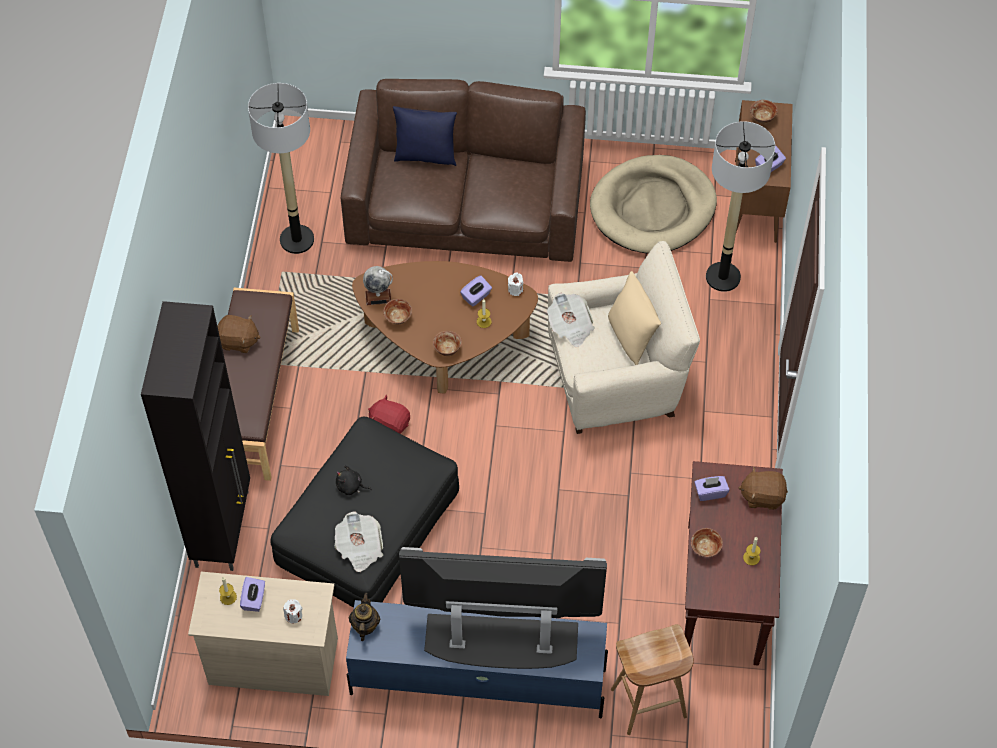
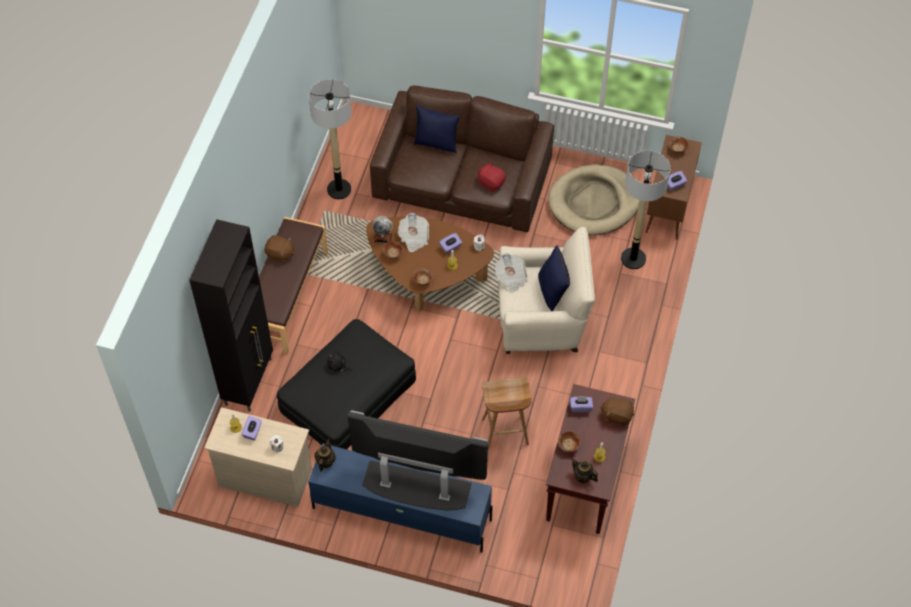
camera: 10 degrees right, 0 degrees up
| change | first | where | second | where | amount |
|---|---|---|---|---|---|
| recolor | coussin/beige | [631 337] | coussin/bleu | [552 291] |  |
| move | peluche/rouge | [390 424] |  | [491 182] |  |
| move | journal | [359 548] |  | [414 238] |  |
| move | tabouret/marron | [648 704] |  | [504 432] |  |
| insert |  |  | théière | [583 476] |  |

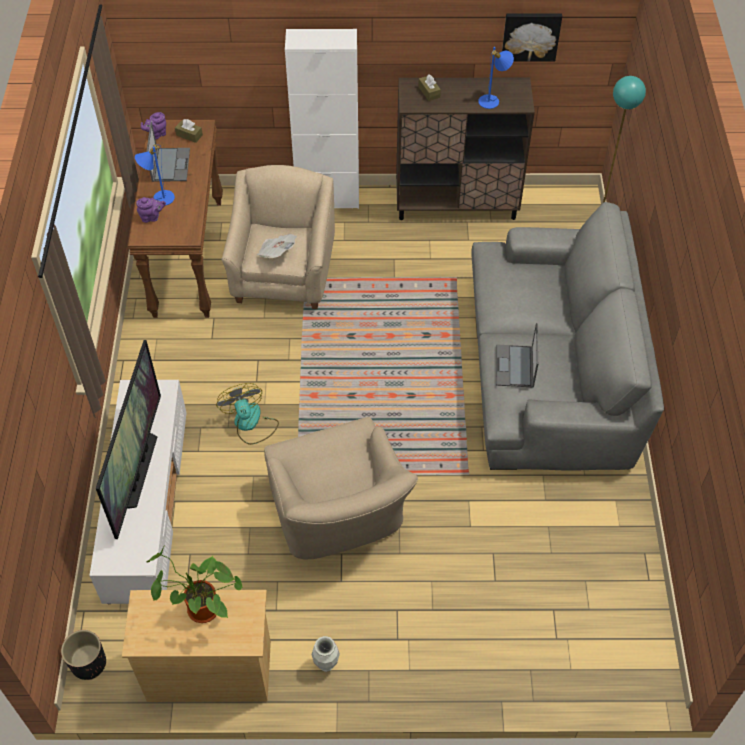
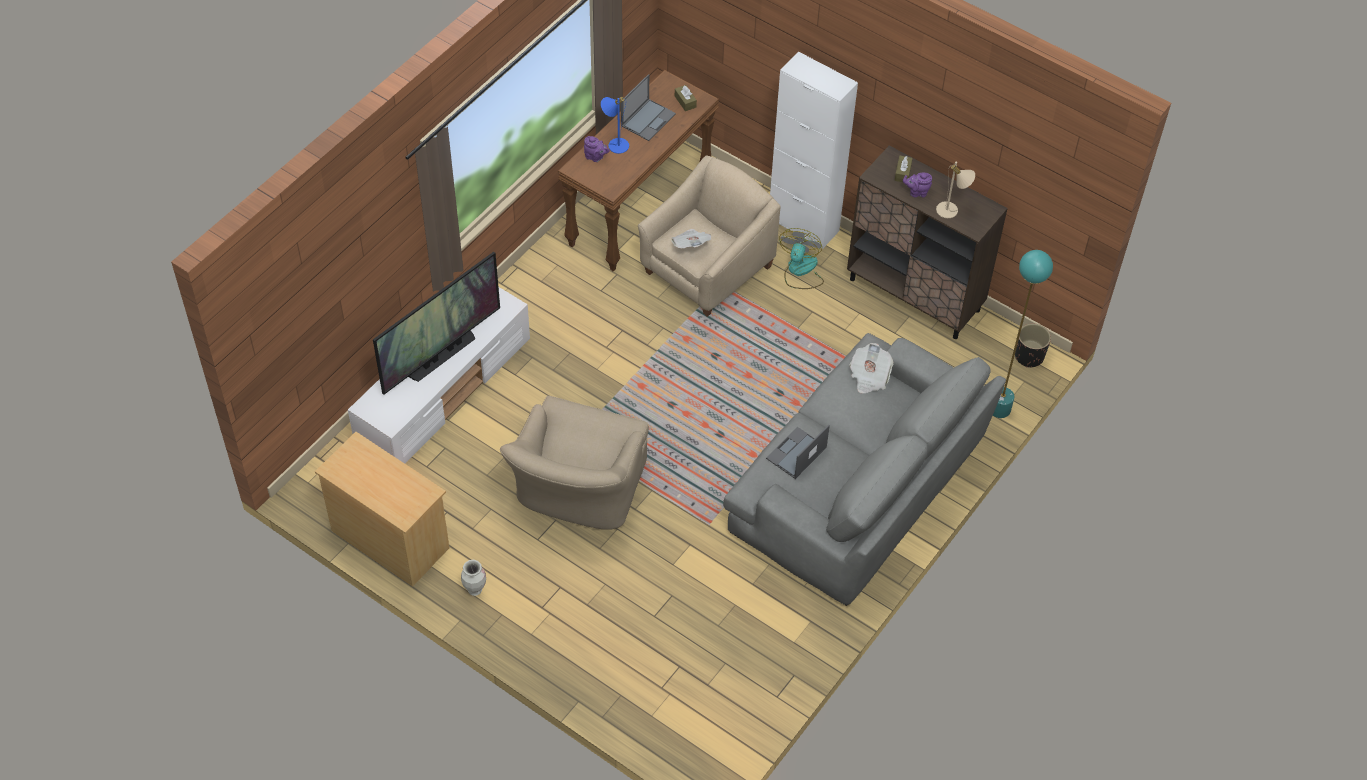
camera: 35 degrees right, 0 degrees up
| change | first | where | second | where | amount |
|---|---|---|---|---|---|
| delete | tableau | [530 35] |  |  |  |
| recolor | lampe de table/bleu | [492 101] | lampe de table/beige | [951 211] |  |
| move | théière/violet | [156 134] |  | [917 192] |  |
| move | ventilateur | [250 424] |  | [800 271] |  |
| delete | plante en pot | [199 611] |  |  |  |
| move | cache-pot/noir | [88 663] |  | [1028 356] |  |
| insert |  |  | journal | [869 376] |  |

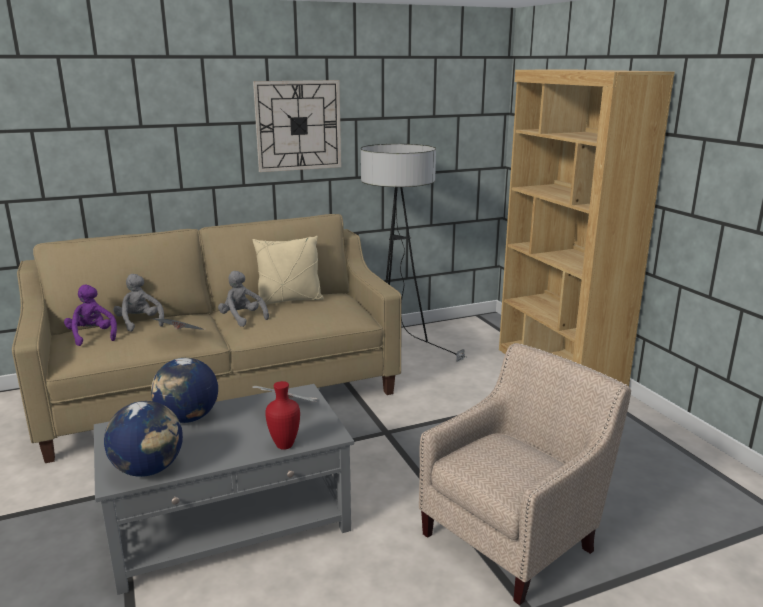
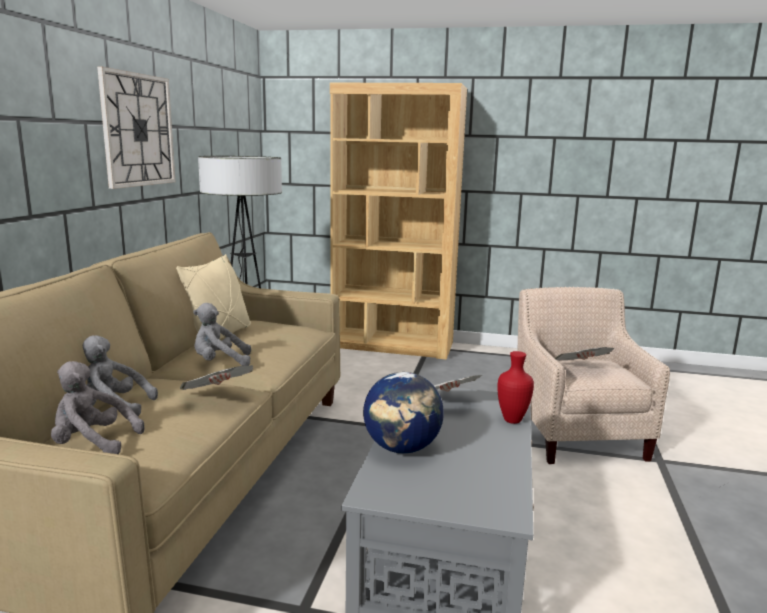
camera: 55 degrees left, 5 degrees down
| change | first | where | second | where | amount |
|---|---|---|---|---|---|
| recolor | peluche/violet | [92 336] | peluche/gris | [92 443] |  |
| delete | globe | [149 469] |  |  |  |
| insert |  |  | journal | [580 369] |  |

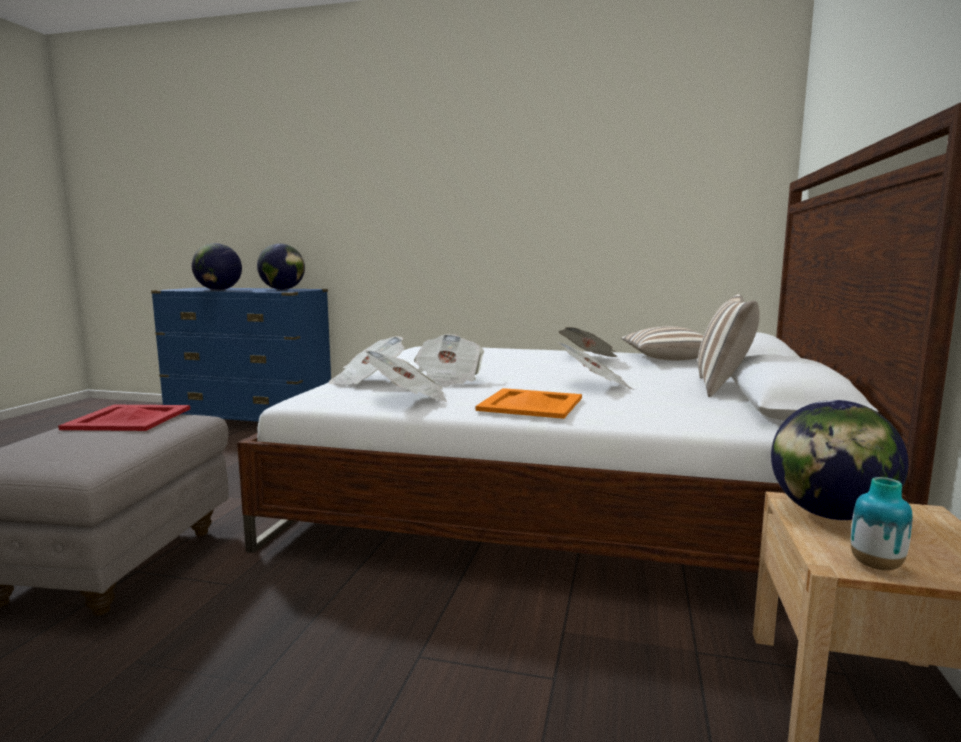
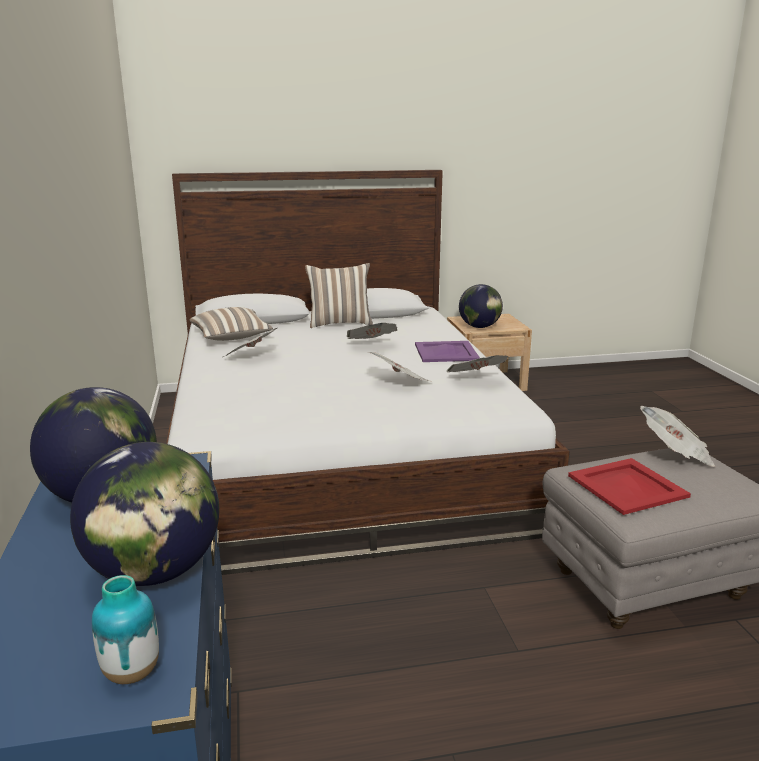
camera: 115 degrees left, 10 degrees up
| change | first | where | second | where | amount |
|---|---|---|---|---|---|
| move | journal | [367 381] |  | [675 454] |  |
| recolor | plateau/orange | [530 404] | plateau/violet | [445 352] |  |
| move | vase | [875 565] |  | [132 672] |  |

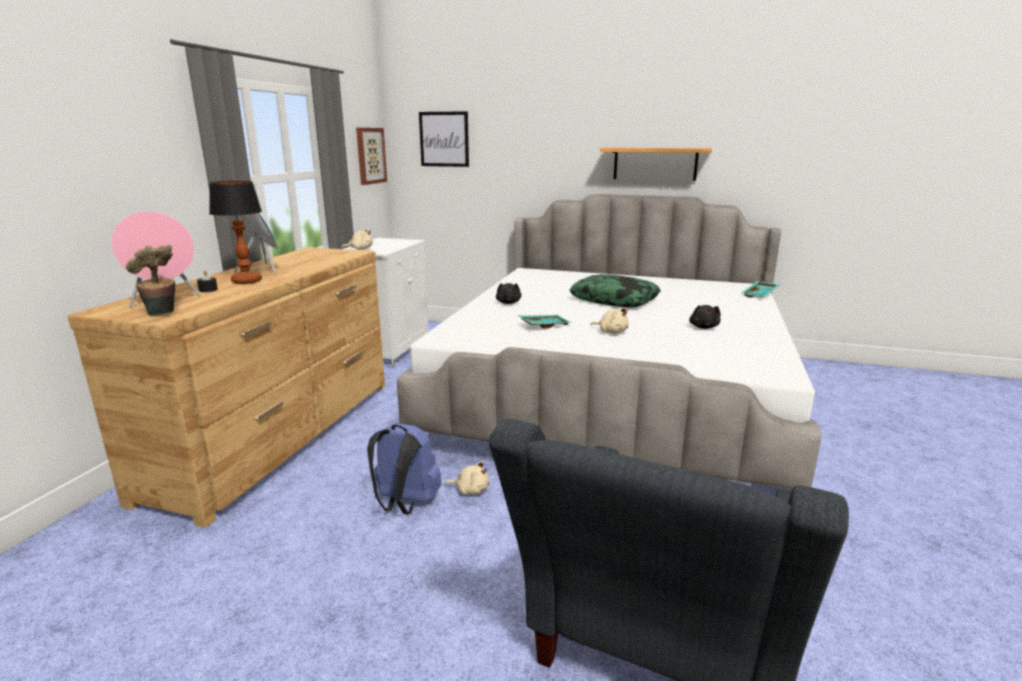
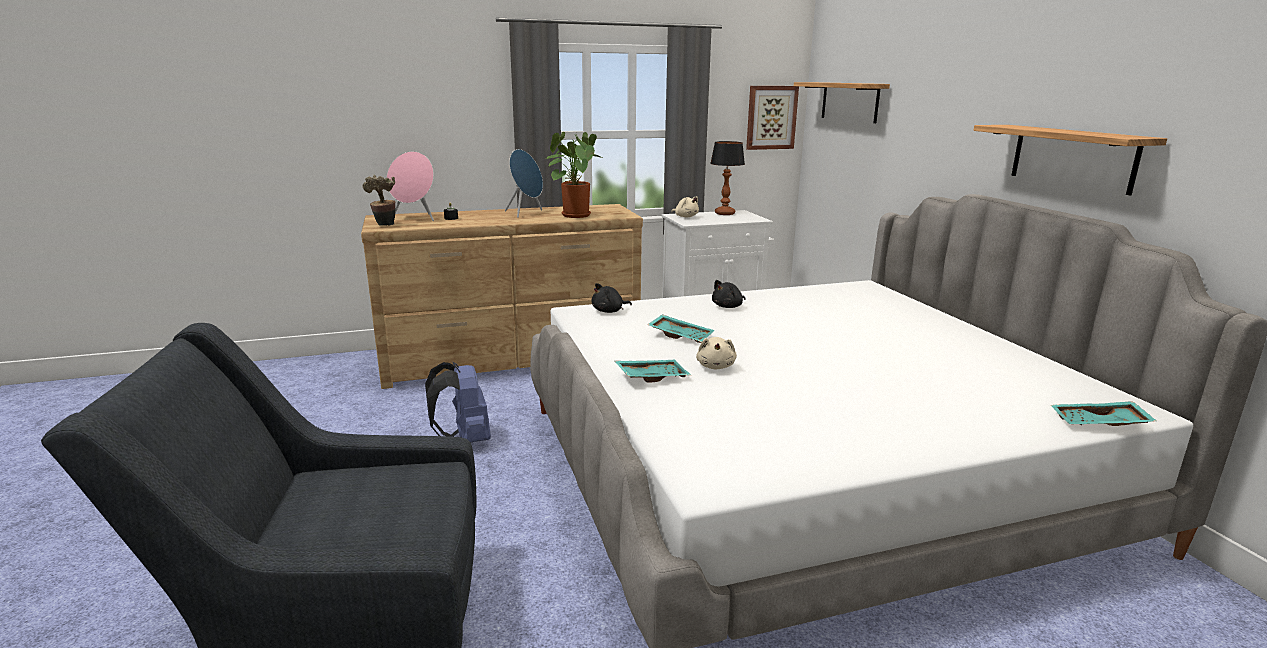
camera: 55 degrees right, 0 degrees up
| change | first | where | second | where | amount |
|---|---|---|---|---|---|
| replace | tableau | [444 139] | étagère | [849 101] |  |
| move | lampe de table | [246 281] |  | [725 213] |  |
| delete | coussin | [614 300] |  |  |  |
| move | peluche/noir | [704 327] |  | [609 311] |  |
| delete | peluche/beige | [470 490] |  |  |  |
| insert |  |  | plante en pot | [574 215] |  |
| insert |  |  | plateau/turquoise | [651 377] |  |

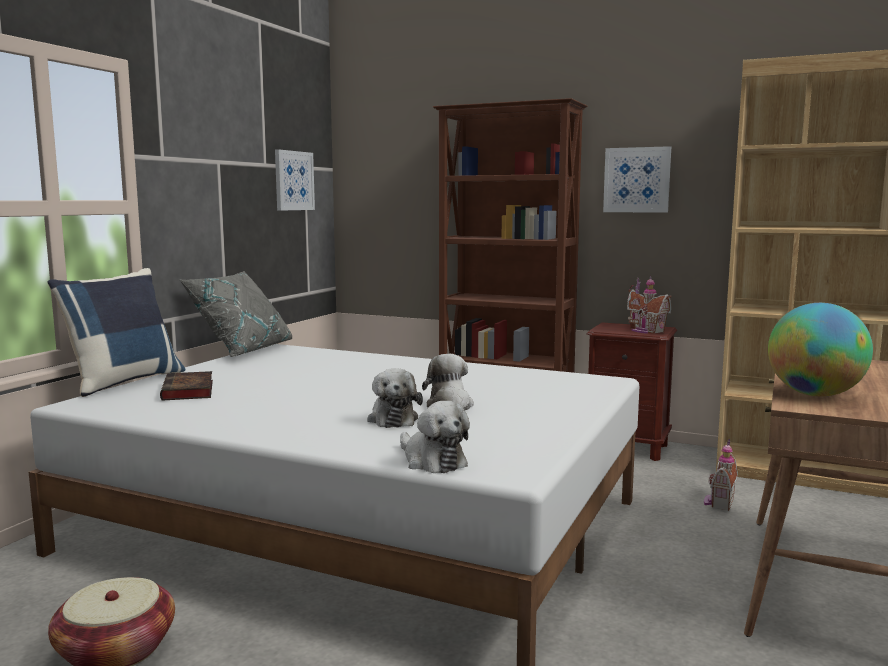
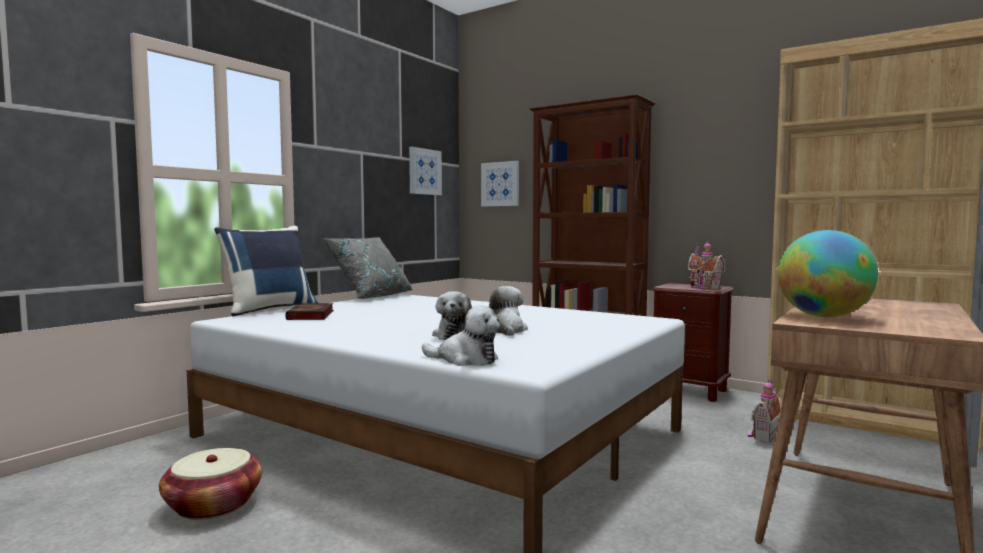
camera: 10 degrees right, 5 degrees down
| change | first | where | second | where | amount |
|---|---|---|---|---|---|
| move | tableau | [637 180] |  | [500 184] |  |
| rotate | peluche | [432 461] |  | [465 360] | 45 degrees counterclockwise |

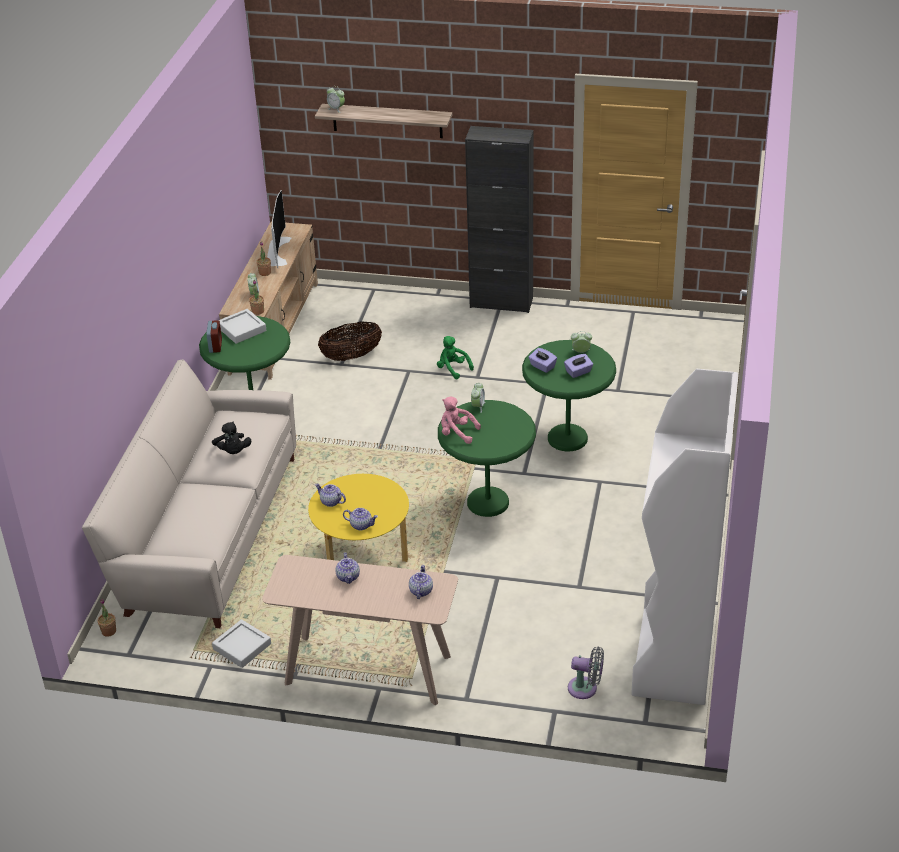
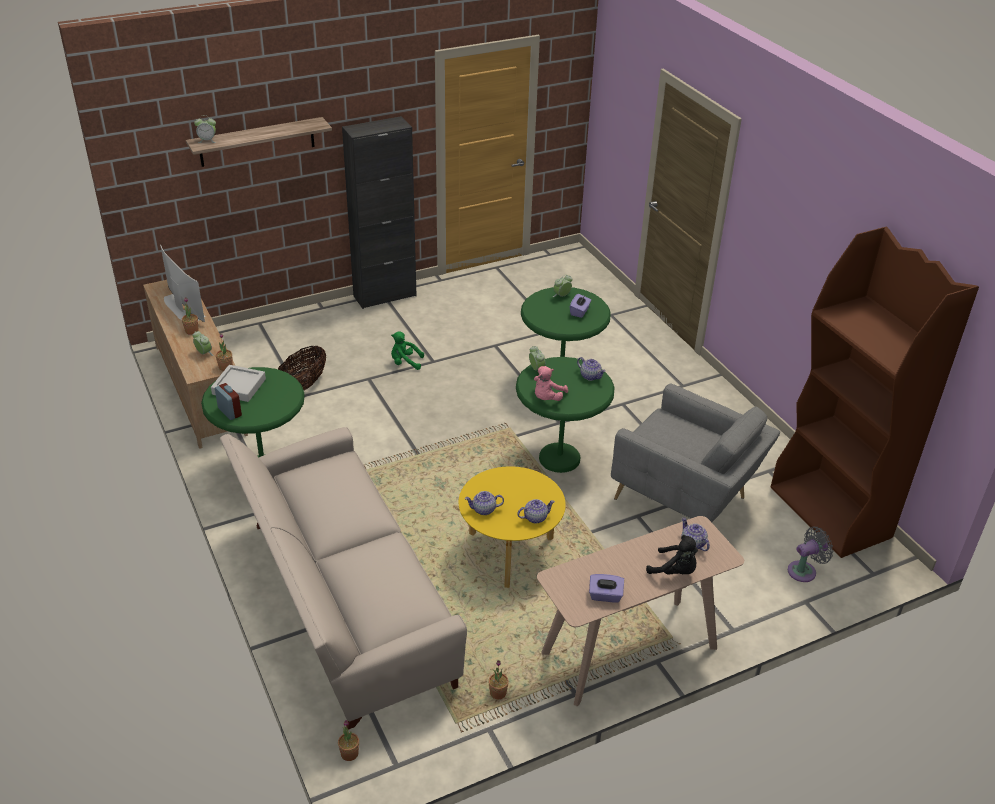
camera: 40 degrees left, 0 degrees up
| change | first | where | second | where | amount |
|---|---|---|---|---|---|
| move | boîte à mouchoirs/violet | [542 366] |  | [605 596] |  |
| recolor | bibliothèque/blanc | [674 657] | bibliothèque/marron | [831 513] |  |
| rotate | peluche/rose | [457 433] |  | [547 398] | 45 degrees counterclockwise |
| move | peluche/noir | [233 452] |  | [675 571] |  |
| move | théière | [348 577] |  | [590 376] |  |
| replace | plateau/gris | [242 647] | plante en pot | [498 693] |  |
| insert |  |  | fauteuil/gris | [684 501] |  |

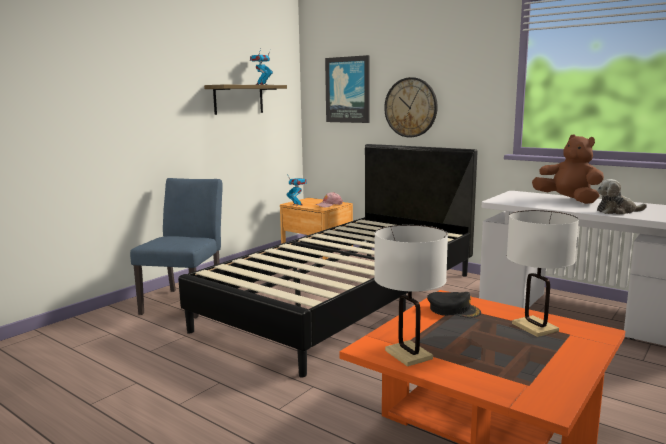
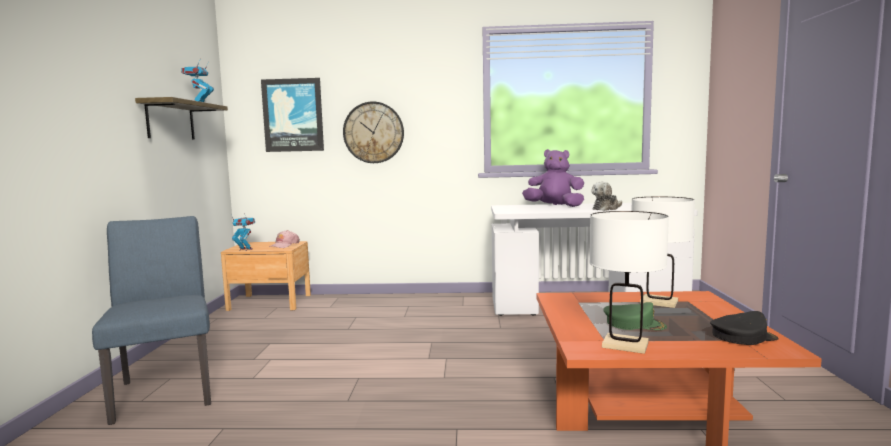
camera: 35 degrees left, 5 degrees down
| change | first | where | second | where | amount |
|---|---|---|---|---|---|
| recolor | peluche/marron | [568 200] | peluche/violet | [554 206] |  |
| delete | lit/noir | [346 300] |  |  |  |
| move | casquette/noir | [453 310] |  | [742 336] |  |
| insert |  |  | casquette/vert | [634 324] |  |

